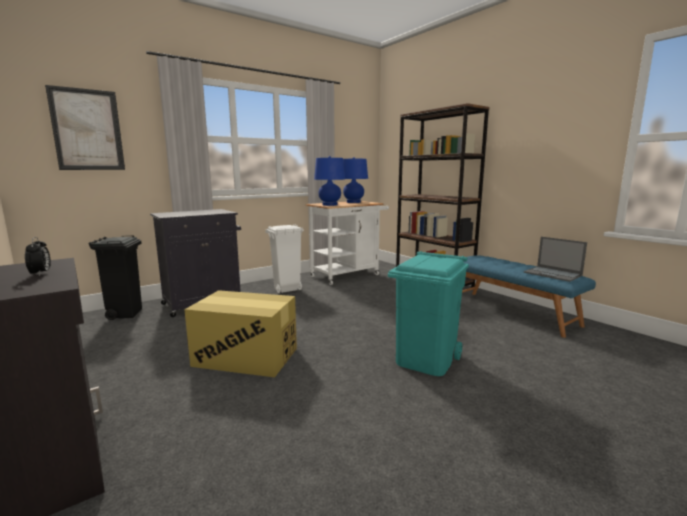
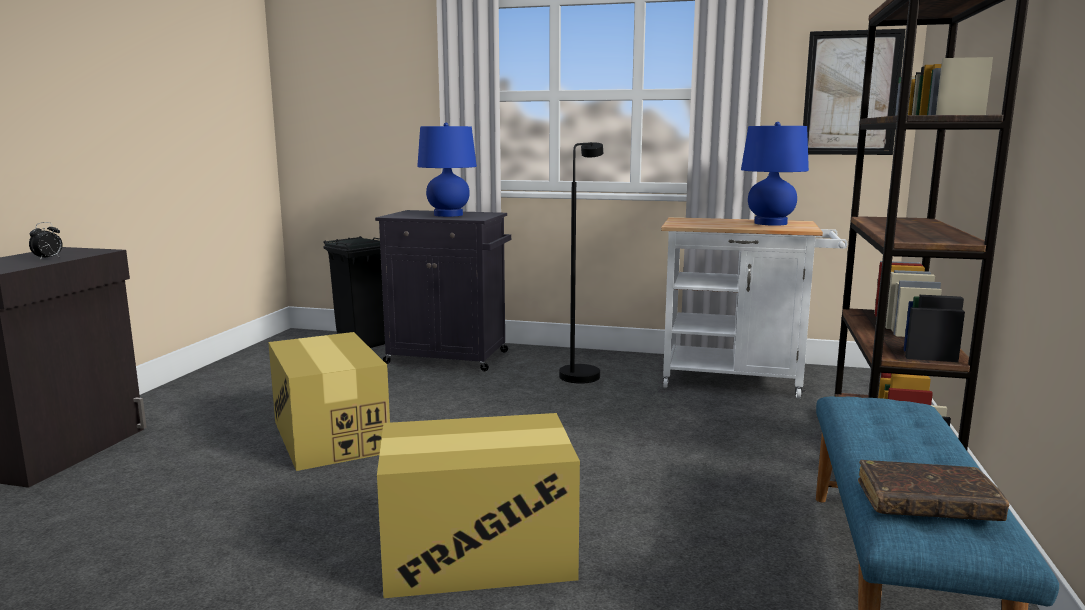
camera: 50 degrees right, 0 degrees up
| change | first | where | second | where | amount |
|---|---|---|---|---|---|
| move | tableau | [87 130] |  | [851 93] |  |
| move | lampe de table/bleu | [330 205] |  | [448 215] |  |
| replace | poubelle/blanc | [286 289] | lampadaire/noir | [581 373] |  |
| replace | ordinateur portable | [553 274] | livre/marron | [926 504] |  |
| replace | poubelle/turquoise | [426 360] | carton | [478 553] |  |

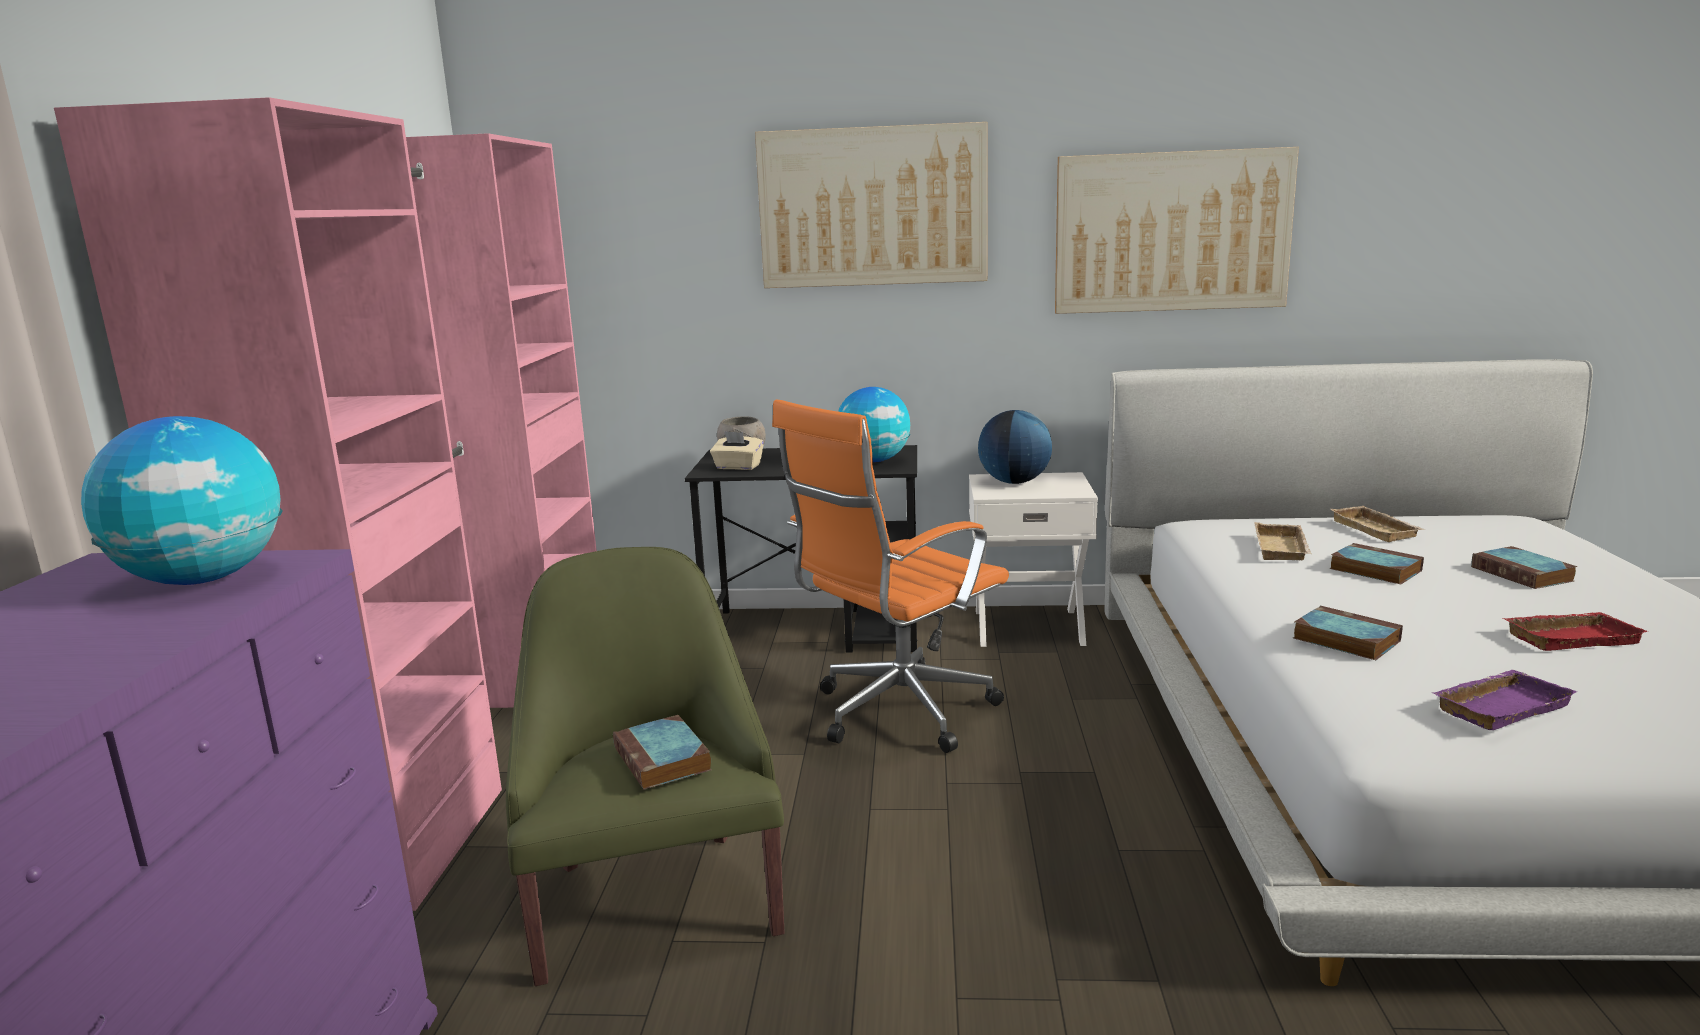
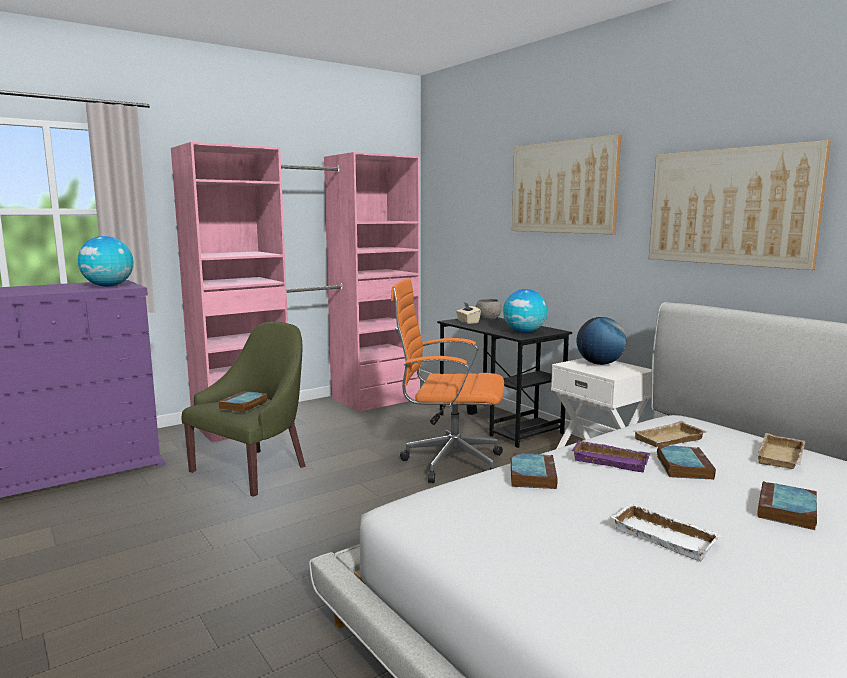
camera: 50 degrees right, 5 degrees down
| change | first | where | second | where | amount |
|---|---|---|---|---|---|
| recolor | plateau/rouge | [1570 637] | plateau/blanc | [666 537] |  |
| move | plateau/violet | [1499 706] |  | [611 460] |  |

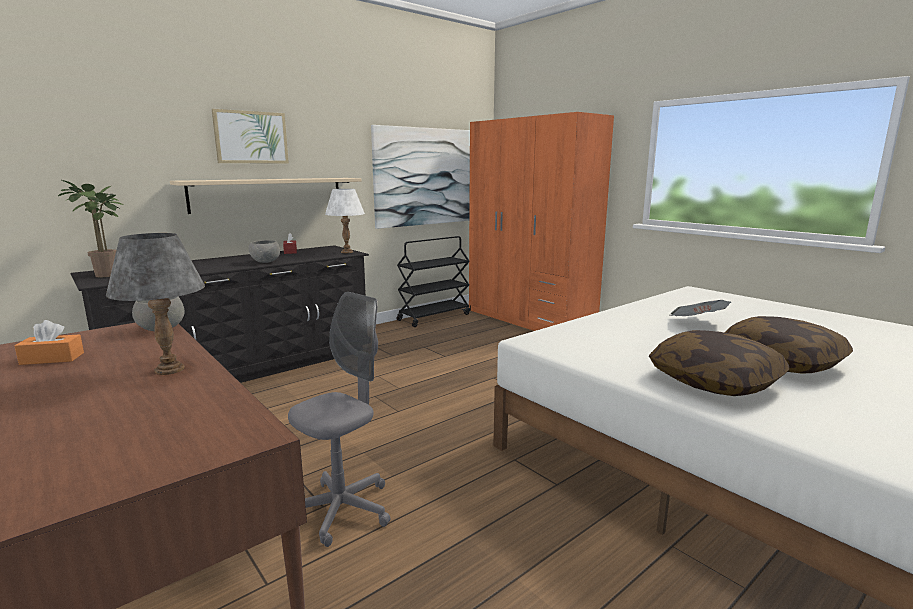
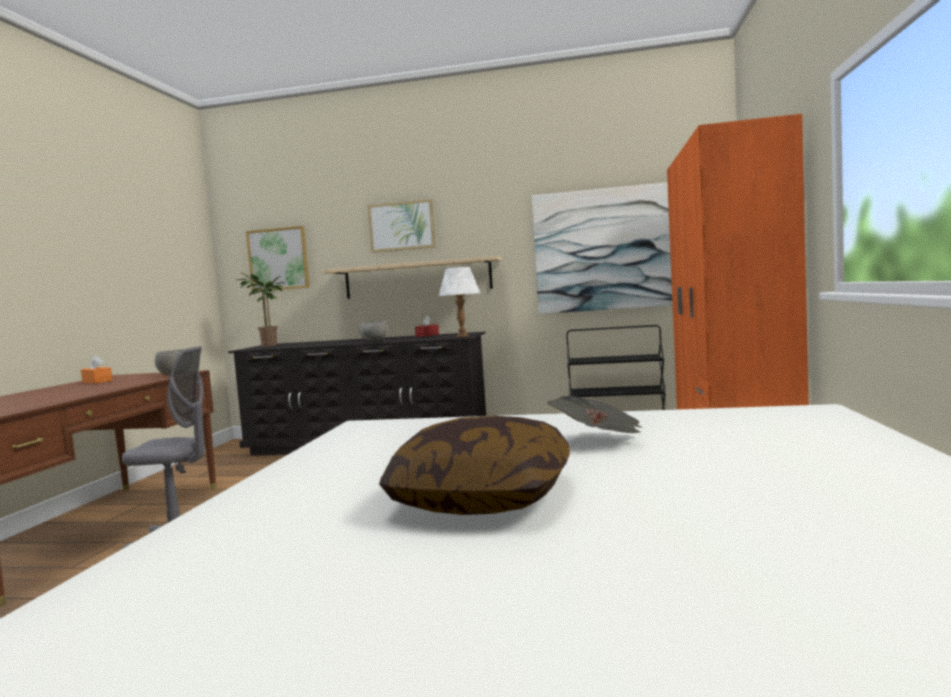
camera: 50 degrees right, 10 degrees down
| change | first | where | second | where | amount |
|---|---|---|---|---|---|
| delete | lampe de table/gris | [169 370] |  |  |  |
| delete | coussin | [714 381] |  |  |  |
| insert |  |  | tableau | [278 259] |  |

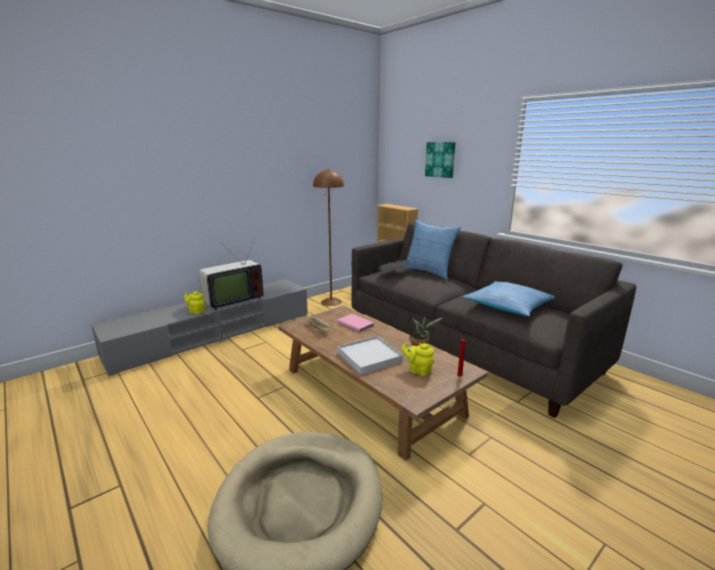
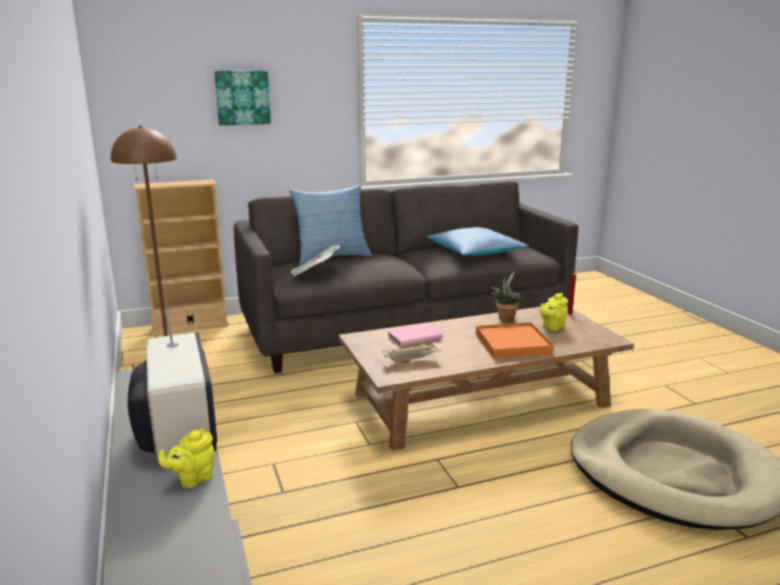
camera: 70 degrees left, 0 degrees up
| change | first | where | second | where | amount |
|---|---|---|---|---|---|
| recolor | plateau/blanc | [369 357] | plateau/orange | [513 343] |  |

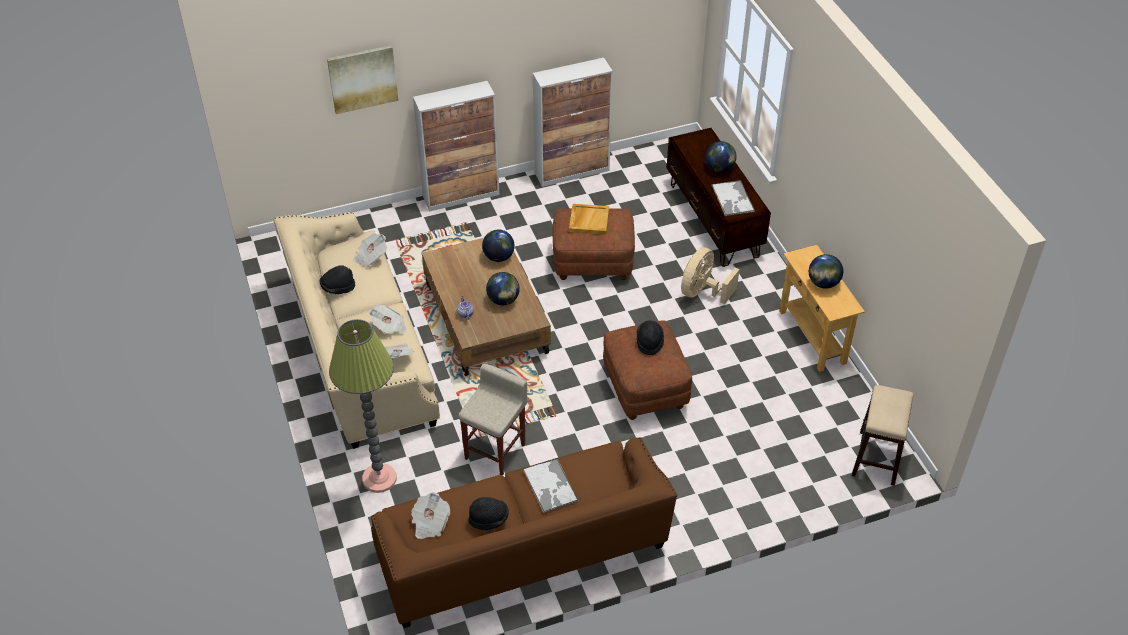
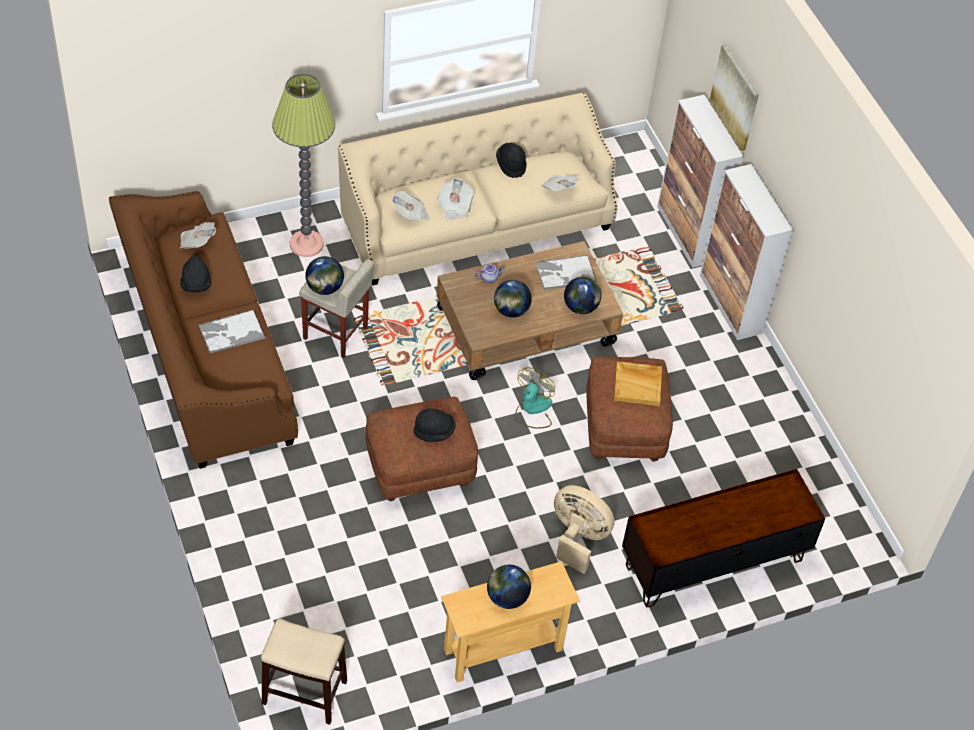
camera: 85 degrees right, 5 degrees up
| change | first | where | second | where | amount |
|---|---|---|---|---|---|
| move | meuble de rangement | [572 171] |  | [686 234] |  |
| move | globe | [719 168] |  | [324 288] |  |
| move | plateau | [733 199] |  | [565 273] |  |
| insert |  |  | ventilateur | [532 409] |  |

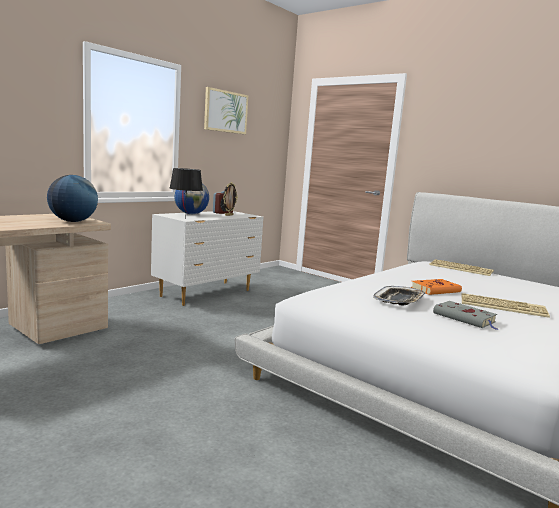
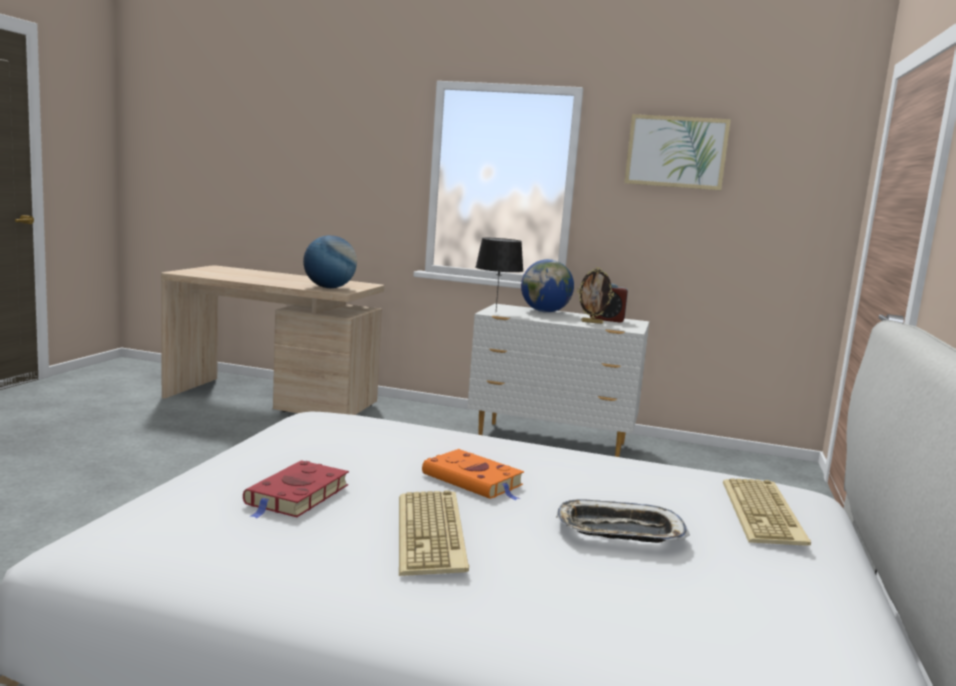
camera: 65 degrees right, 0 degrees up
| change | first | where | second | where | amount |
|---|---|---|---|---|---|
| move | plateau | [399 300] |  | [619 531] |  |
| recolor | livre/gris | [465 318] | livre/rouge | [296 496] |  |

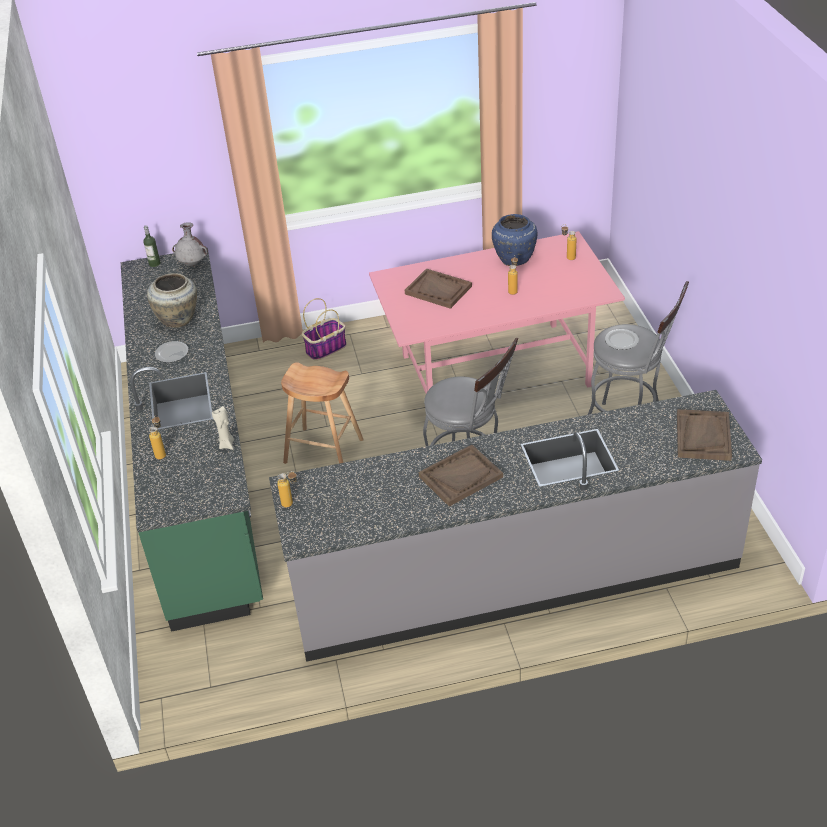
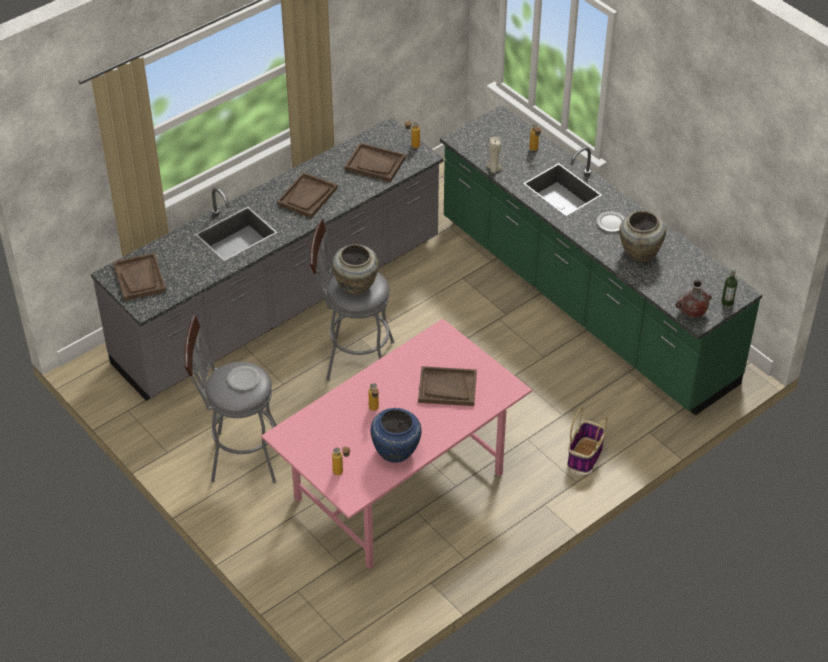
camera: 150 degrees right, 5 degrees up
| change | first | where | second | where | amount |
|---|---|---|---|---|---|
| delete | tabouret/marron | [324 451] |  |  |  |
| insert |  |  | plateau/marron | [375 164] |  |
| insert |  |  | vase/beige | [356 286] |  |

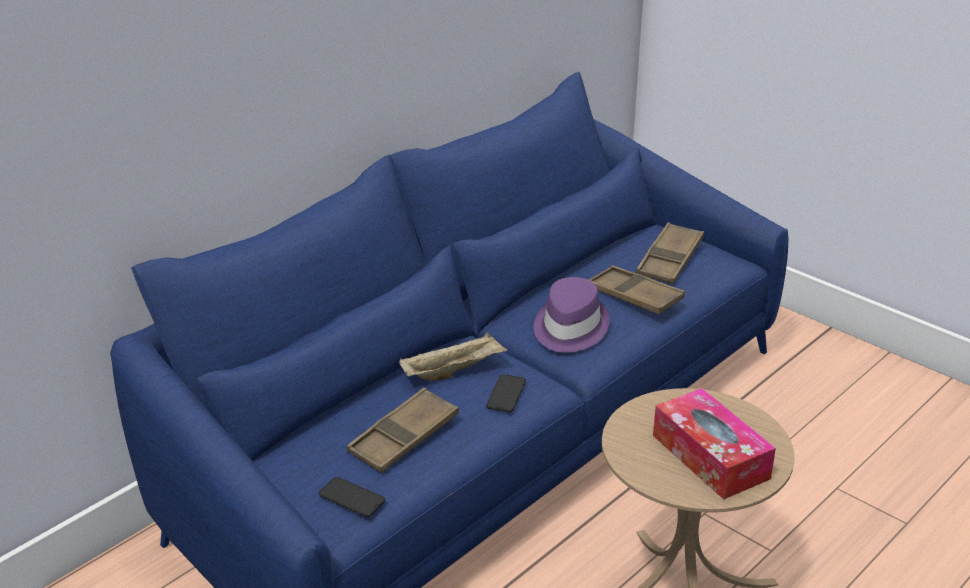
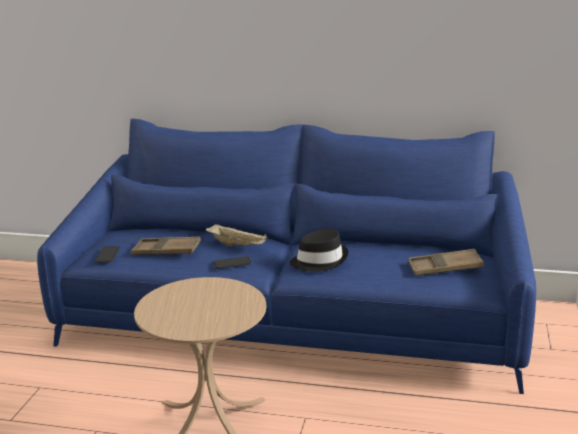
camera: 60 degrees right, 10 degrees down
| change | first | where | second | where | amount |
|---|---|---|---|---|---|
| delete | plateau/marron | [634 296] |  |  |  |
| recolor | chapeau/violet | [569 328] | chapeau/noir | [319 261] |  |
| delete | boîte à mouchoirs | [710 456] |  |  |  |

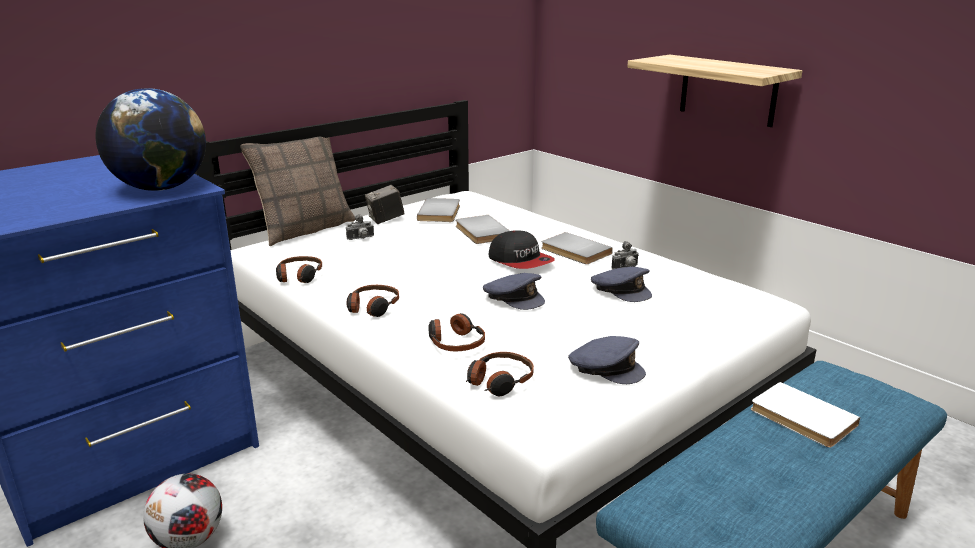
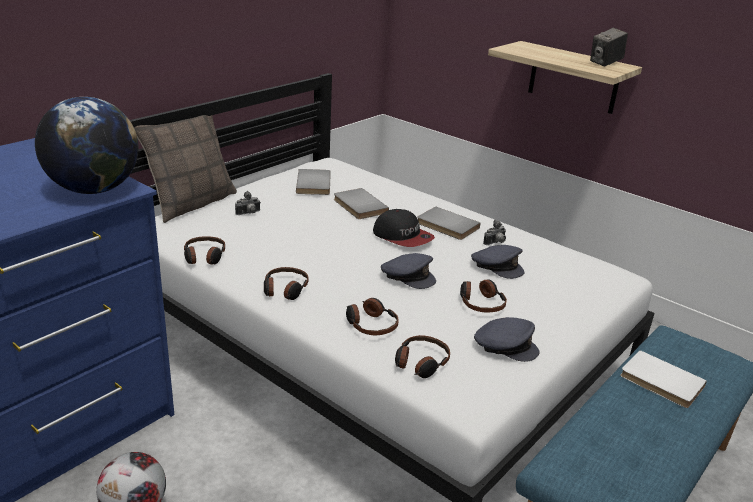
camera: 10 degrees left, 5 degrees up
| change | first | where | second | where | amount |
|---|---|---|---|---|---|
| move | appareil photo | [385 220] |  | [605 63] |  |
| insert |  |  | casque audio | [480 303] |  |

